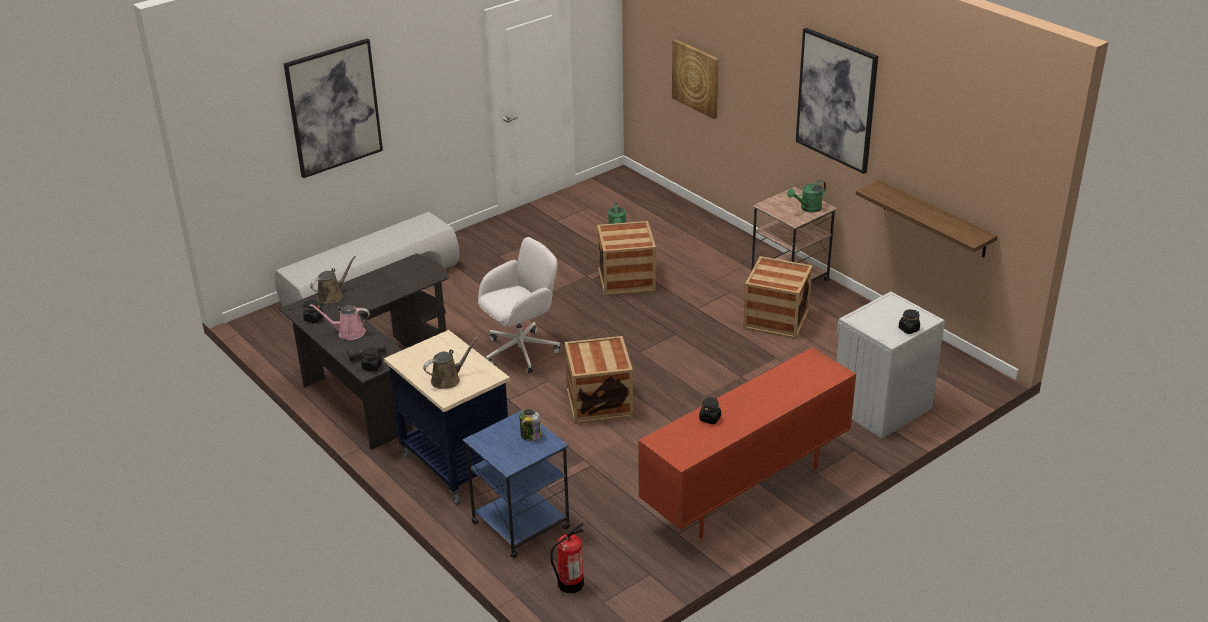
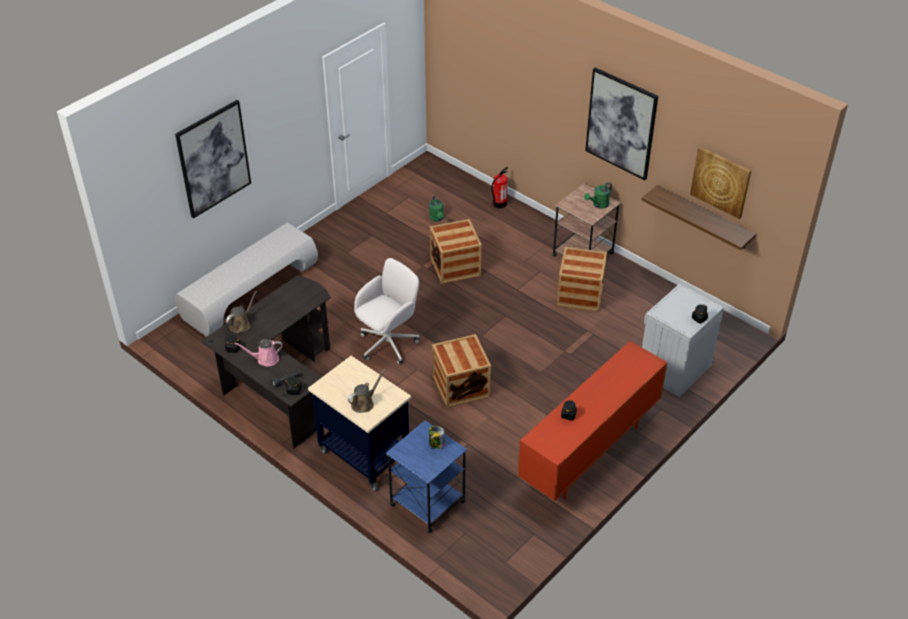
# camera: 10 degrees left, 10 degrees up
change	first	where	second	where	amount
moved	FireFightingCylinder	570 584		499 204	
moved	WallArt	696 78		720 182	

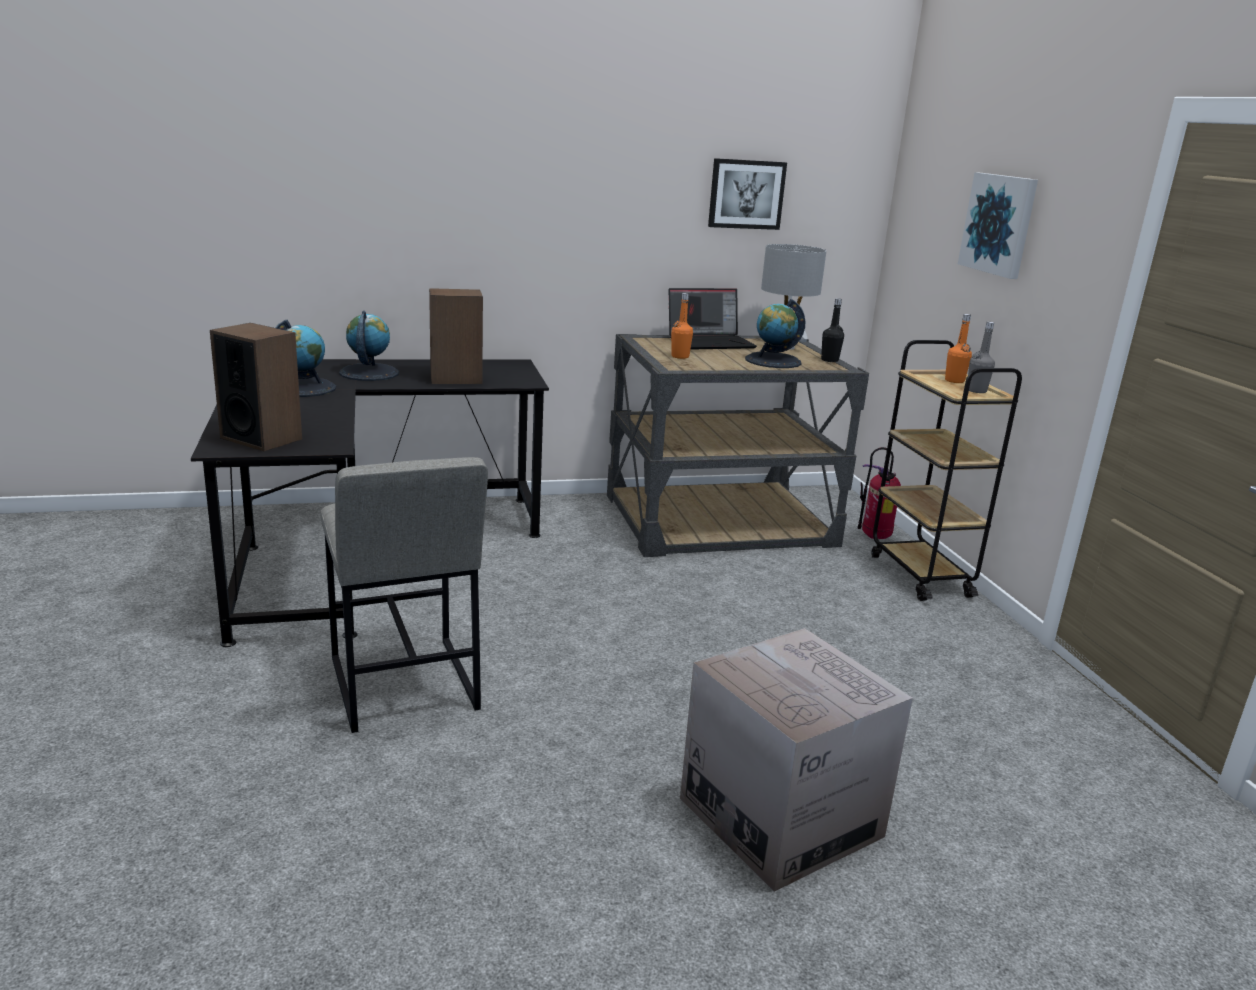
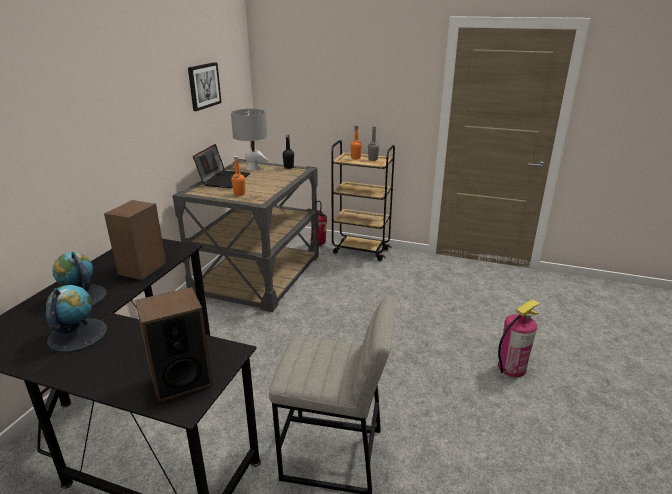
# camera: 55 degrees left, 5 degrees up
change	first	where	second	where	amount
removed	WorldGlobe	773 361			
removed	WallArt	999 224			
replaced	CardboardBox	780 817	FireFightingCylinder	511 367	

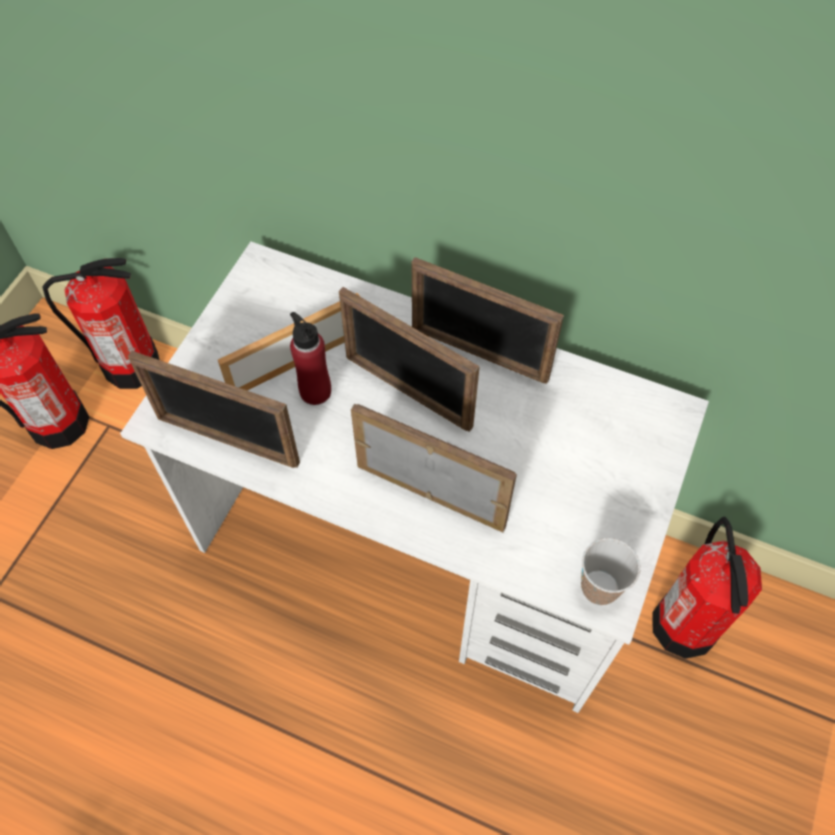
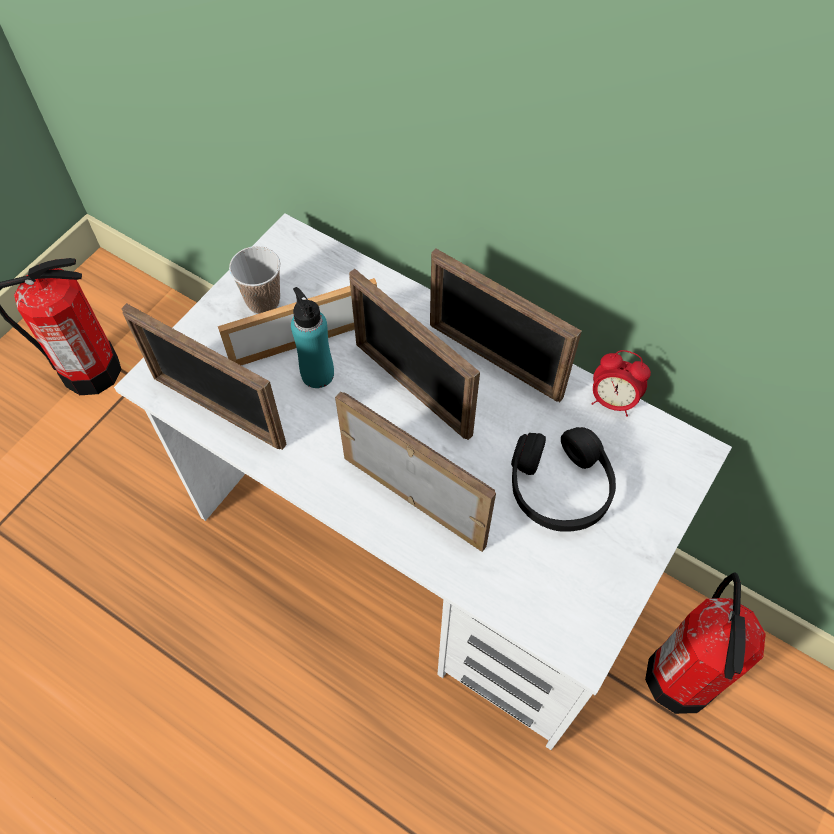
# camera: 10 degrees right, 0 degrees up
change	first	where	second	where	amount
removed	FireFightingCylinder	131 365			
added			BlackHeadset	560 487	
added			TableClock	612 401	
moved	Cup	599 587		263 301	
recoloured	RedDrinkBottle	315 391	TurquoiseDrinkBottle	317 374	

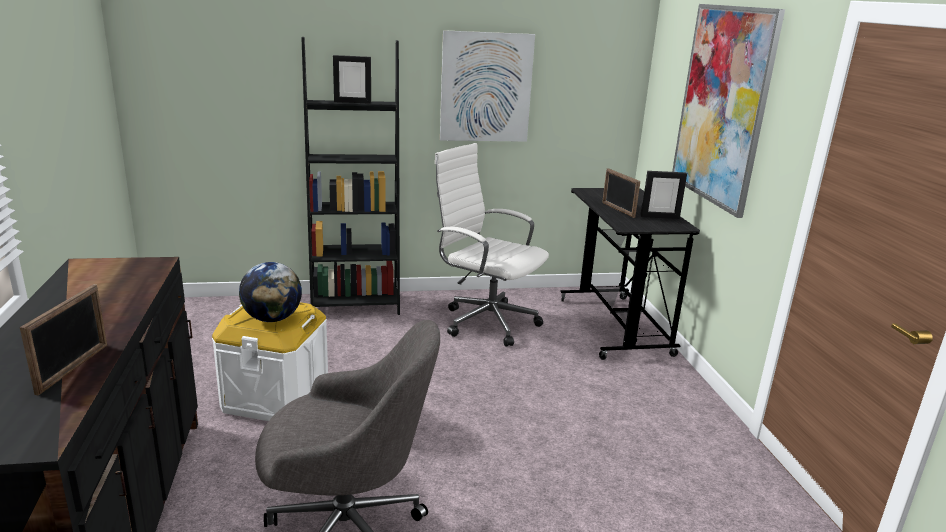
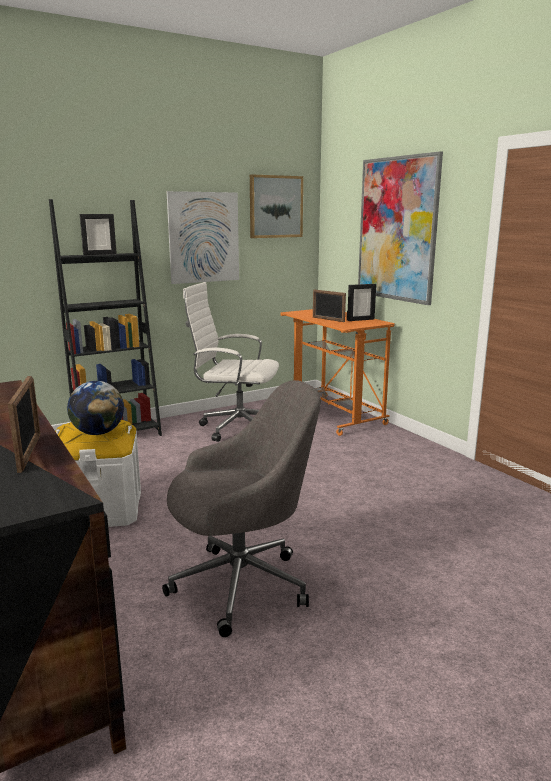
# camera: 20 degrees left, 5 degrees down
change	first	where	second	where	amount
added			WallArt	275 206	
recoloured	BlackDesk	614 326	OrangeyDesk	332 414	

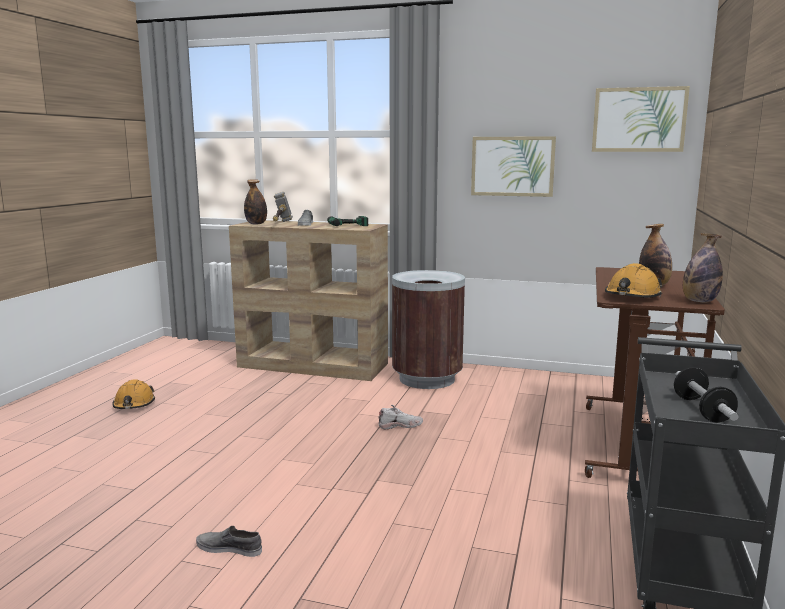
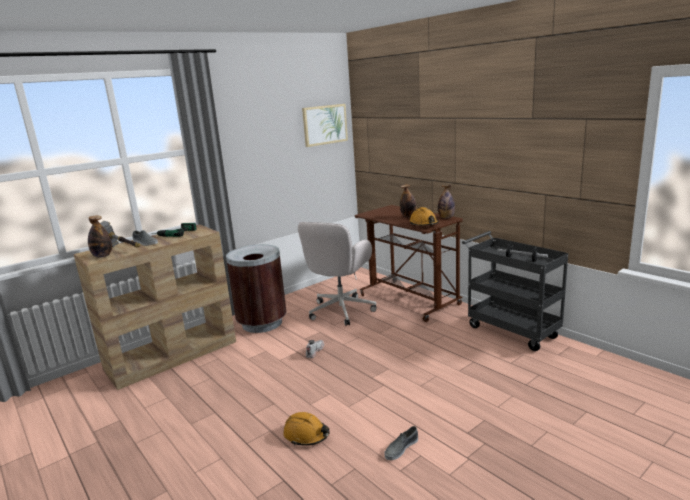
# camera: 55 degrees left, 5 degrees up
change	first	where	second	where	amount
removed	WallArt	512 166			
added			WhiteColouredDeskChair	341 310	
moved	OrangeyHardHat	134 404		306 435	

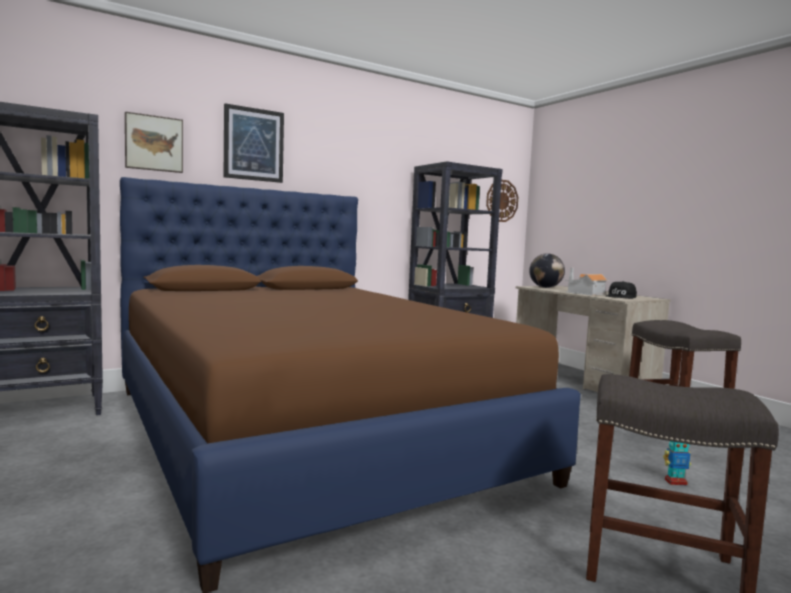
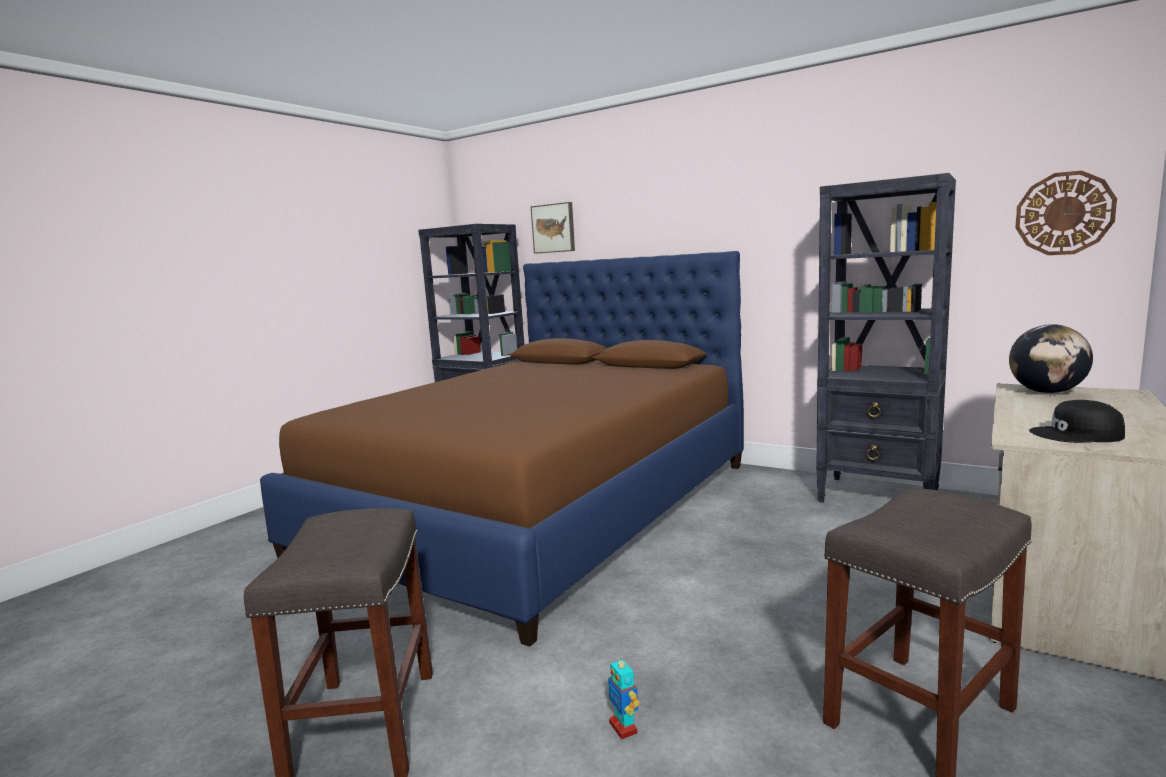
# camera: 65 degrees right, 5 degrees up
change	first	where	second	where	amount
removed	WallArt	253 144			
removed	MiniatureHouse	585 293			

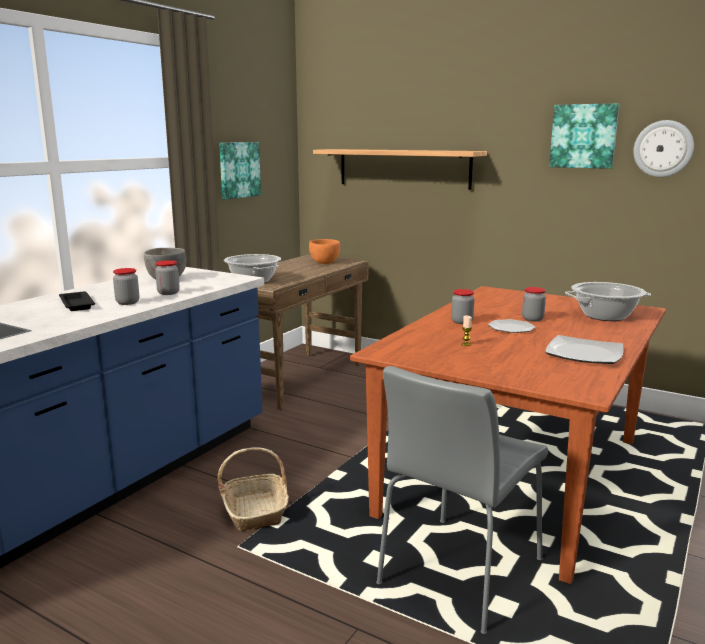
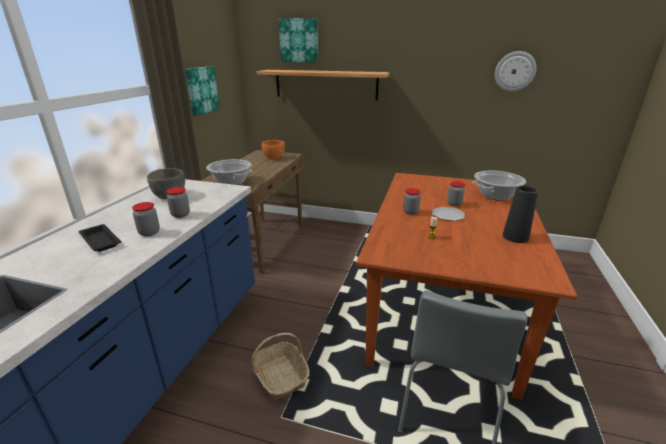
# camera: 15 degrees left, 10 degrees up
change	first	where	second	where	amount
moved	WallArt	584 136		299 40	
replaced	Plate	585 353	BlackDecorativeVase	515 237	

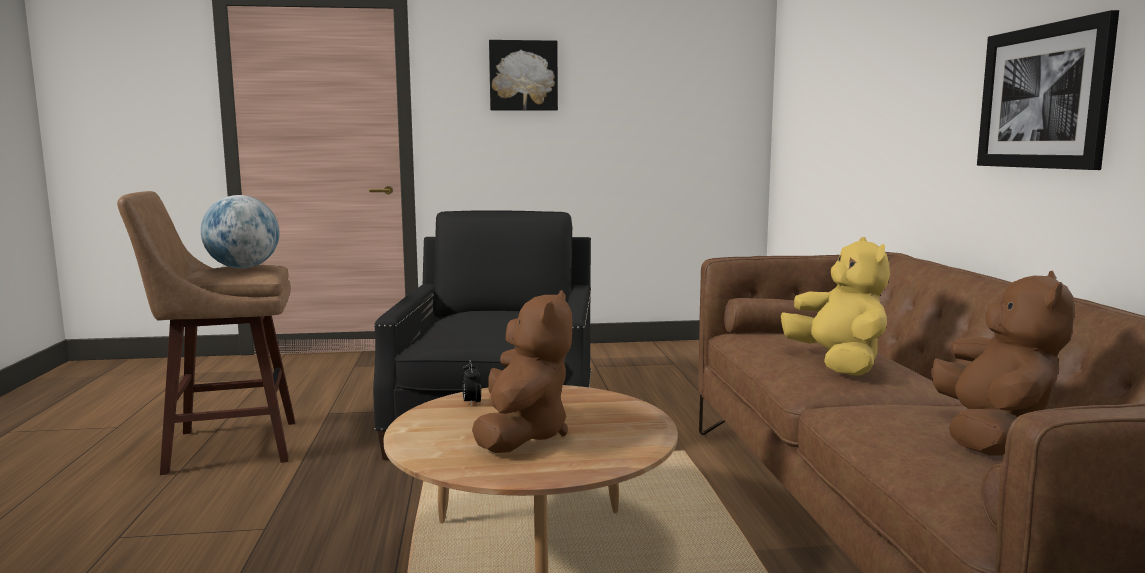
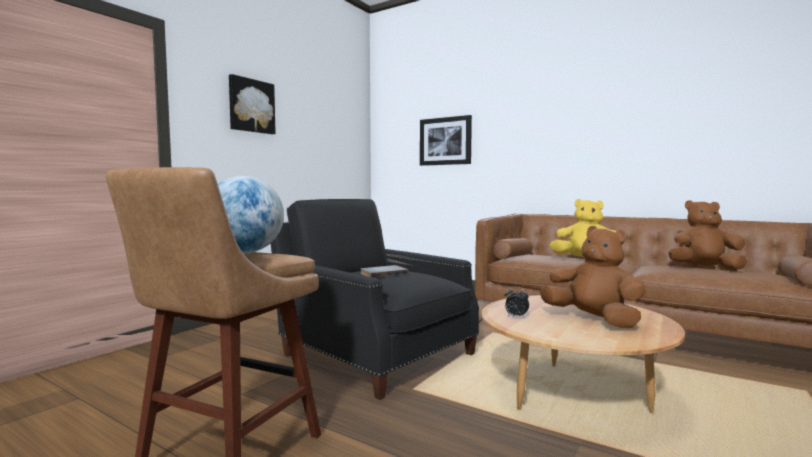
# camera: 50 degrees left, 5 degrees down
change	first	where	second	where	amount
added			GreyishBook	383 273	
moved	WallArt	1043 97		445 141	
turned	BrownCuddlyToy	991 436		704 268	45 degrees counterclockwise

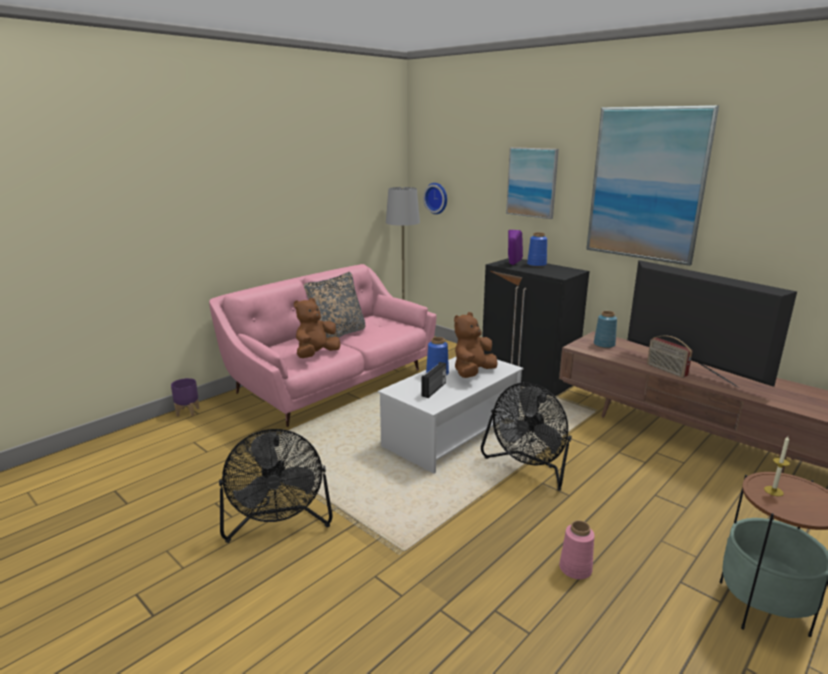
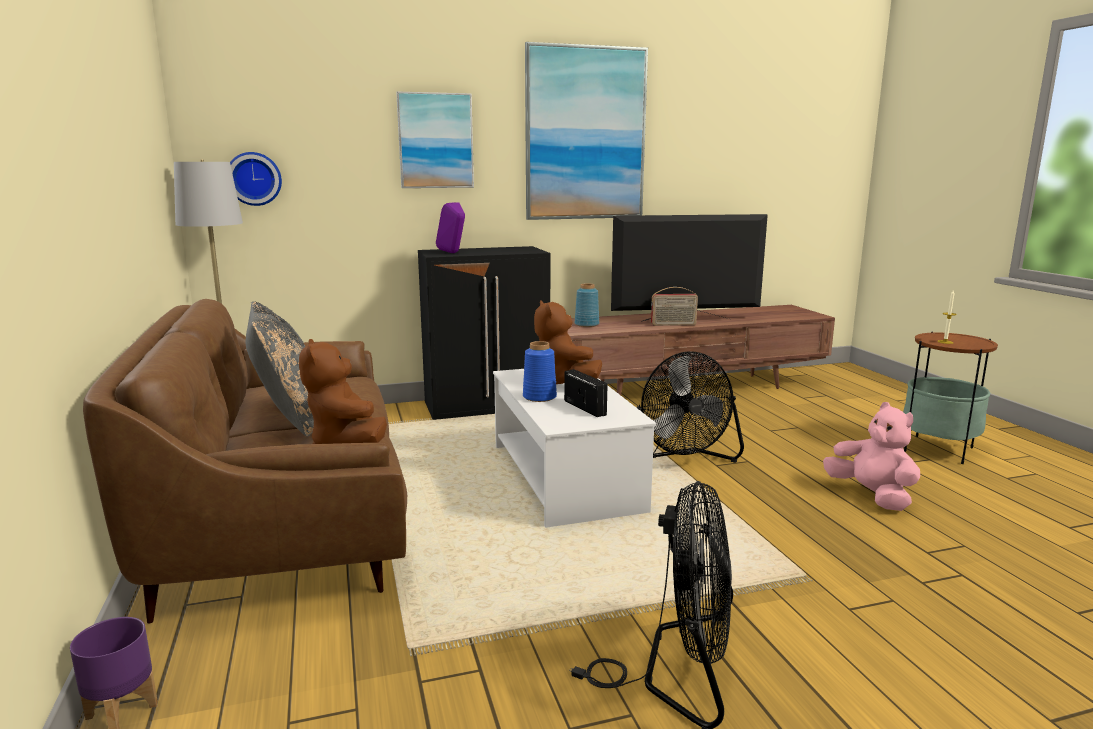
# camera: 60 degrees left, 5 degrees down
change	first	where	second	where	amount
removed	BlueDecorativeVase	536 264			
replaced	PinkDecorativeVase	575 569	PinkCuddlyToy	871 496	
recoloured	PinkSettee	331 382	BrownSettee	285 517	

